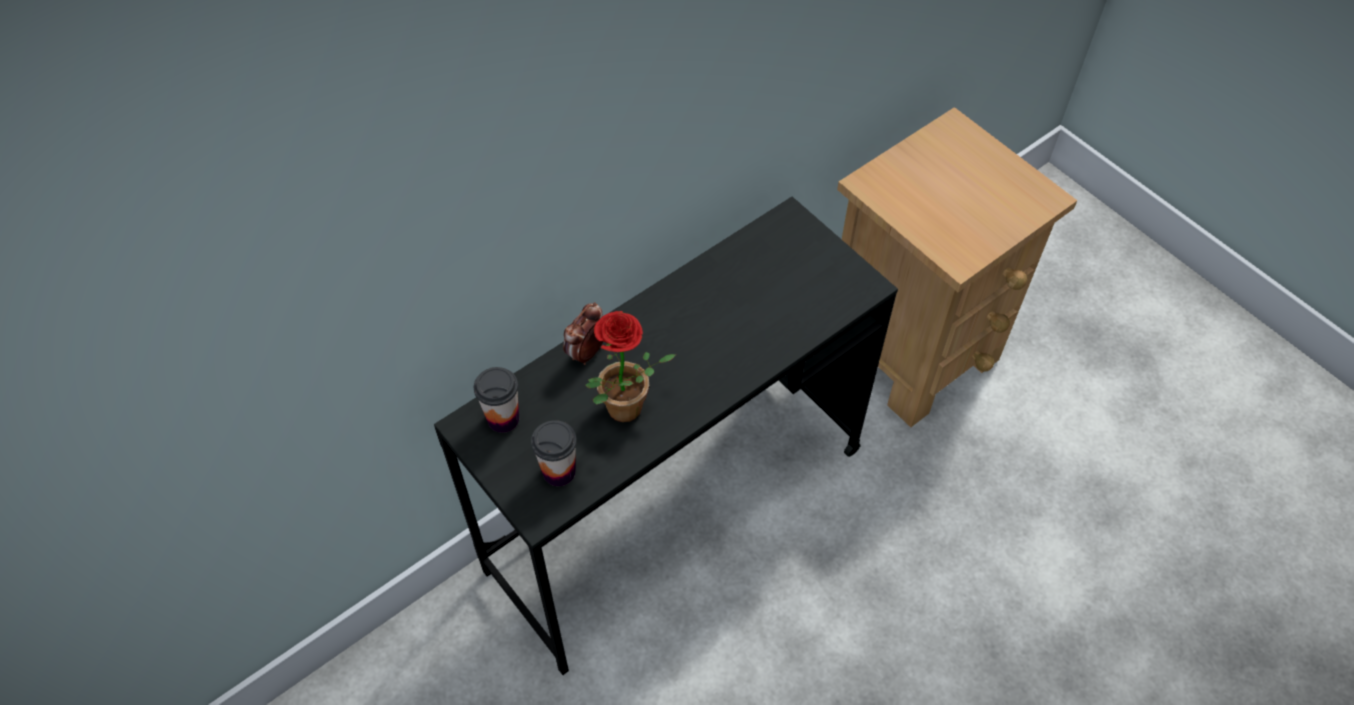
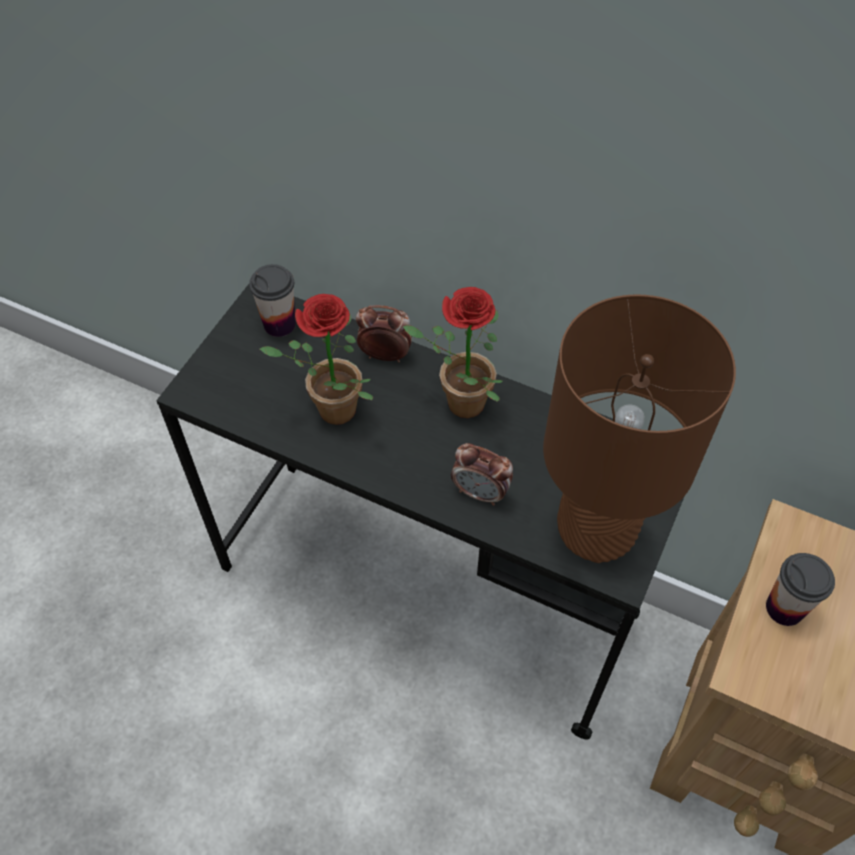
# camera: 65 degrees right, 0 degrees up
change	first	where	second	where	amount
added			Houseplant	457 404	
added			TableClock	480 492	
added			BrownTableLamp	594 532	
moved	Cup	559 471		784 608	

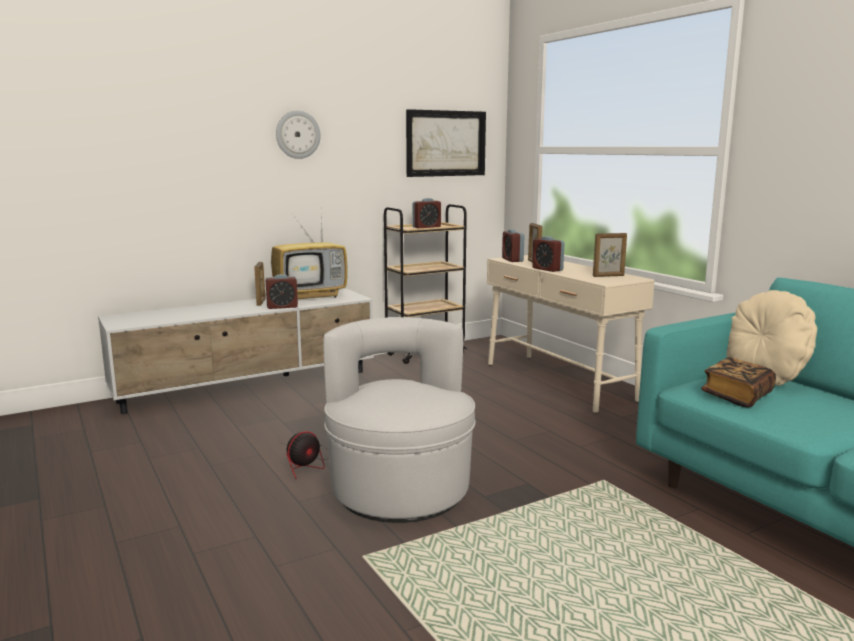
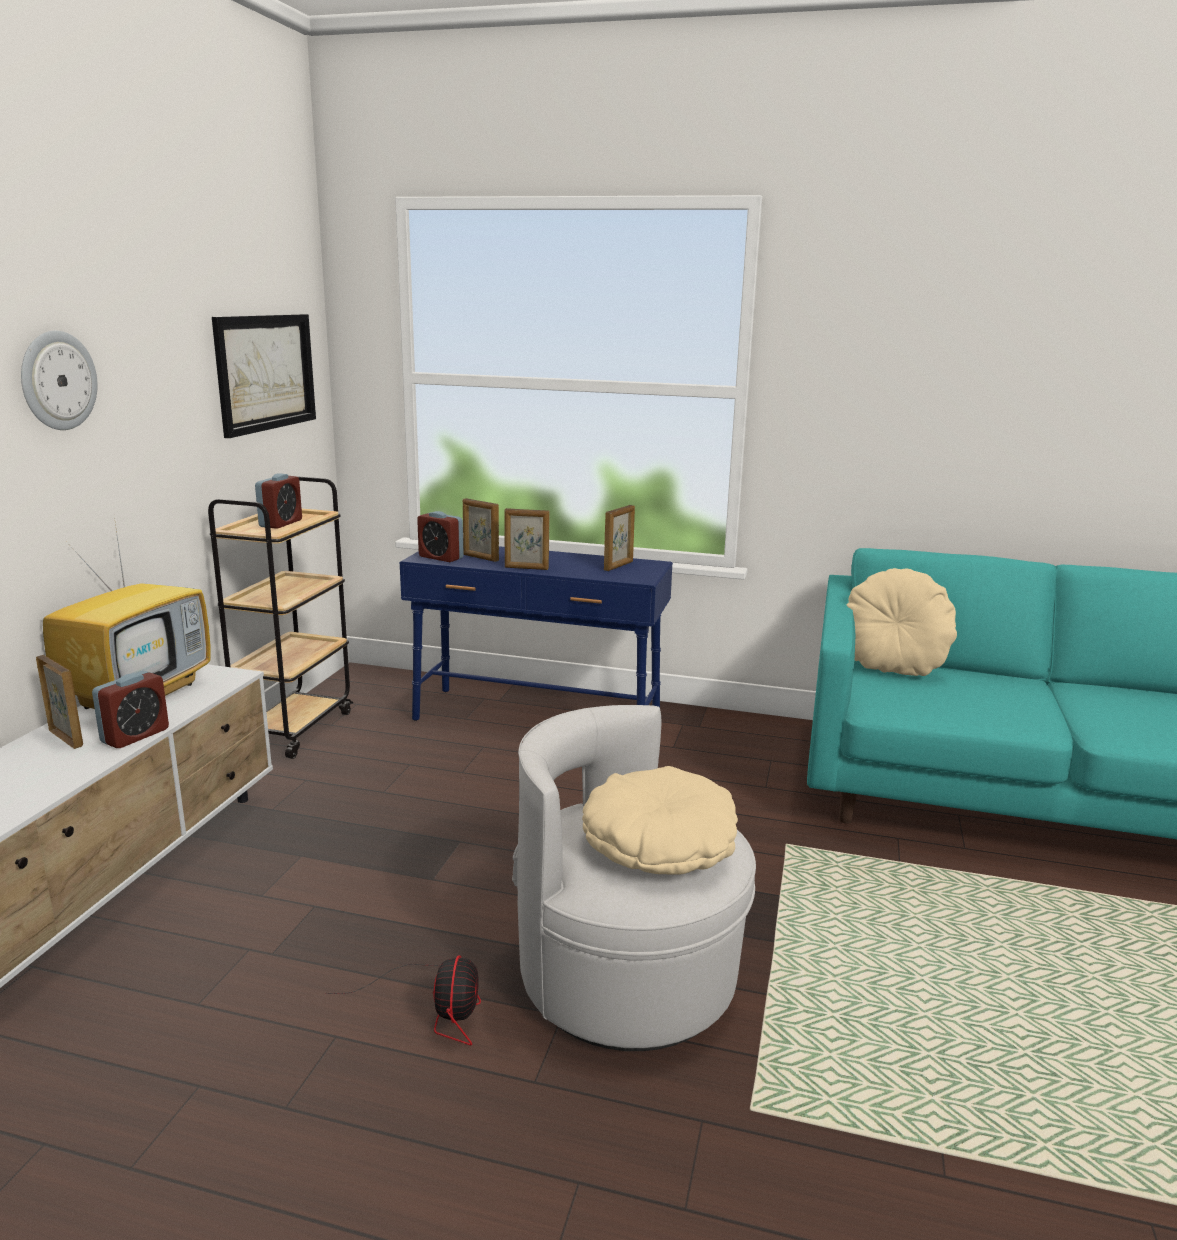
# camera: 45 degrees left, 5 degrees up
change	first	where	second	where	amount
removed	Book	737 396			
added			BeigeColouredThrowPillow	657 842	
replaced	TableClock	547 269	PictureFrame	526 568	
recoloured	BeigeColouredConsoleTable	557 382	BlueConsoleTable	536 720	

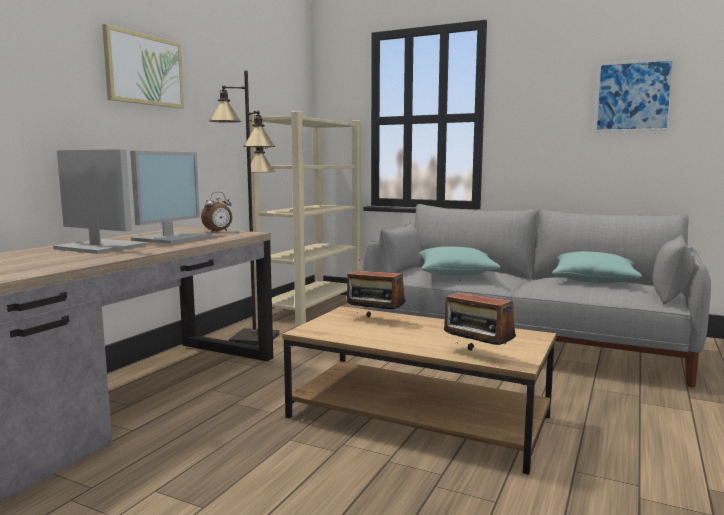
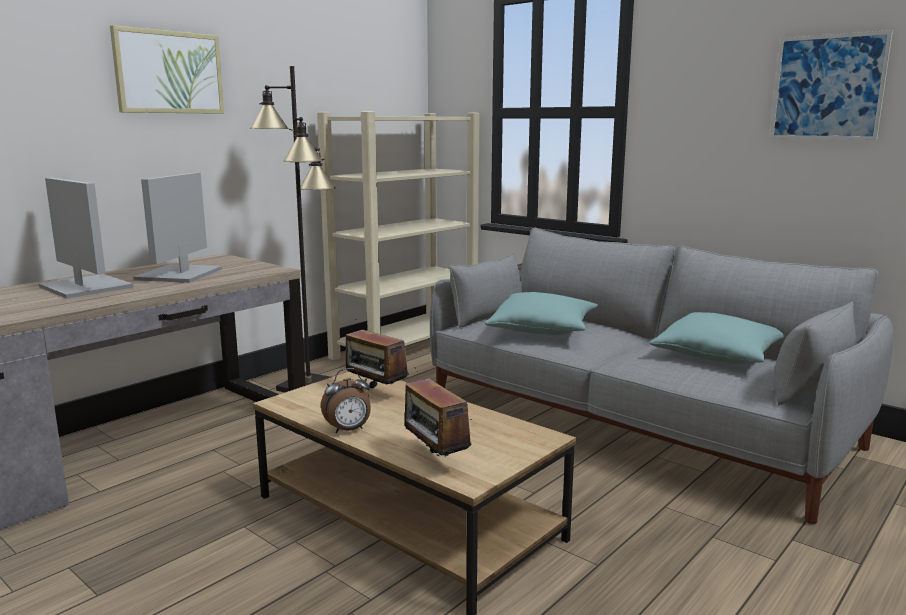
# camera: 15 degrees right, 5 degrees up
change	first	where	second	where	amount
moved	TableClock	218 231		348 430	
turned	Monitor	172 238		179 275	150 degrees clockwise

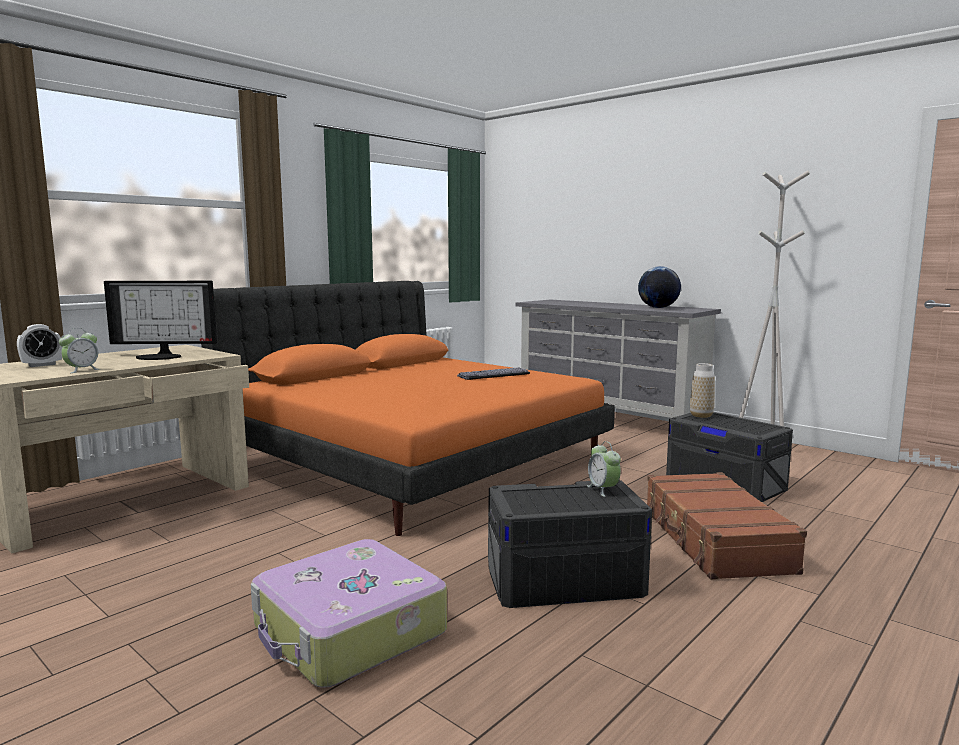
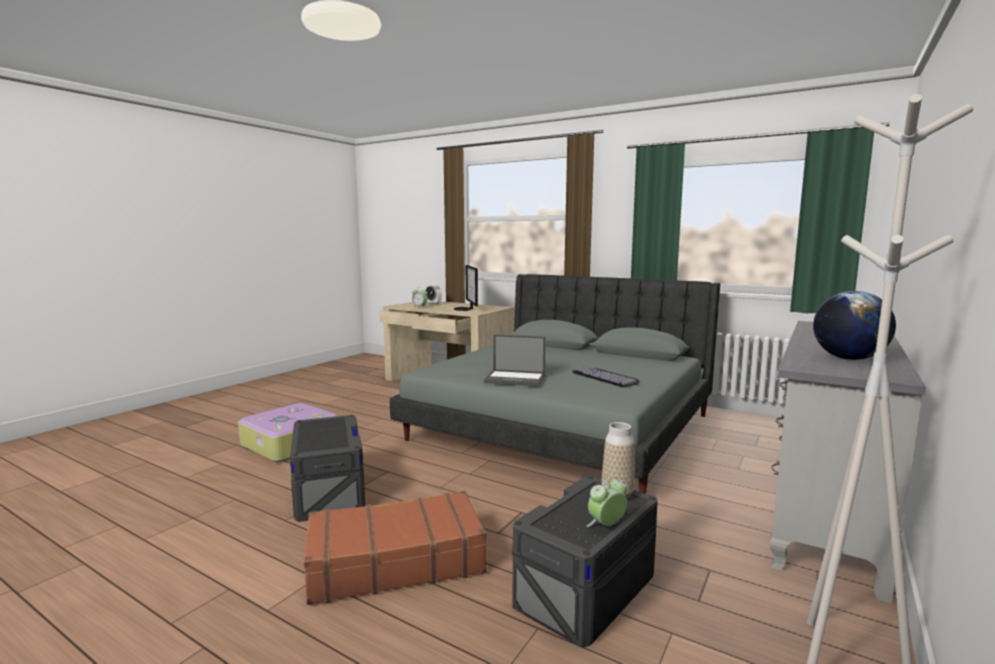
# camera: 80 degrees right, 0 degrees up
change	first	where	second	where	amount
added			NotebookComputer	516 379	
moved	TableClock	603 490		606 525	
recoloured	OrangeyBedroomBed	413 458	GreyishBedroomBed	564 427	

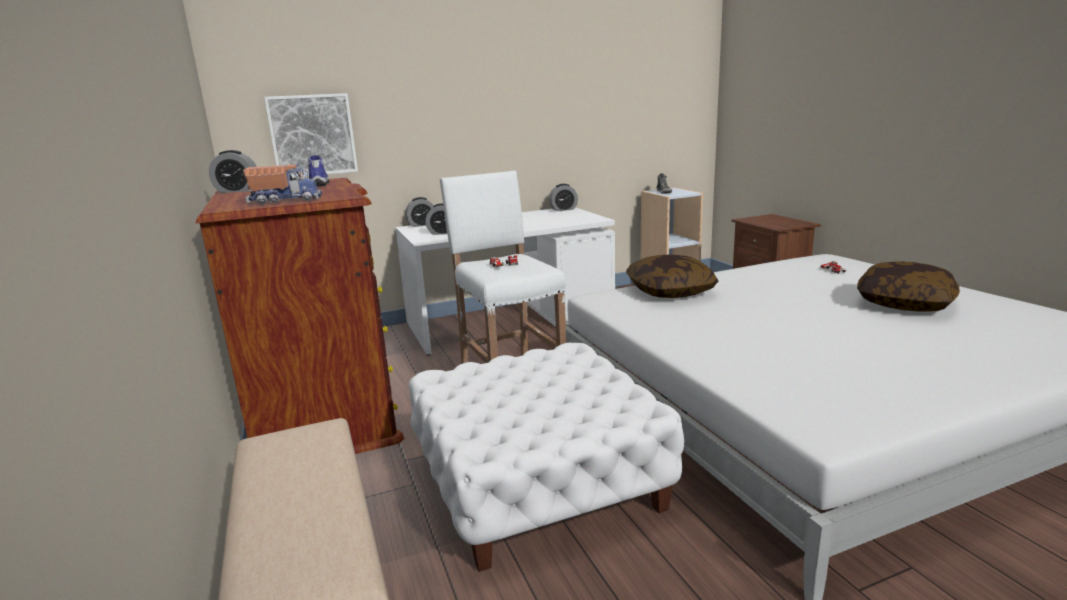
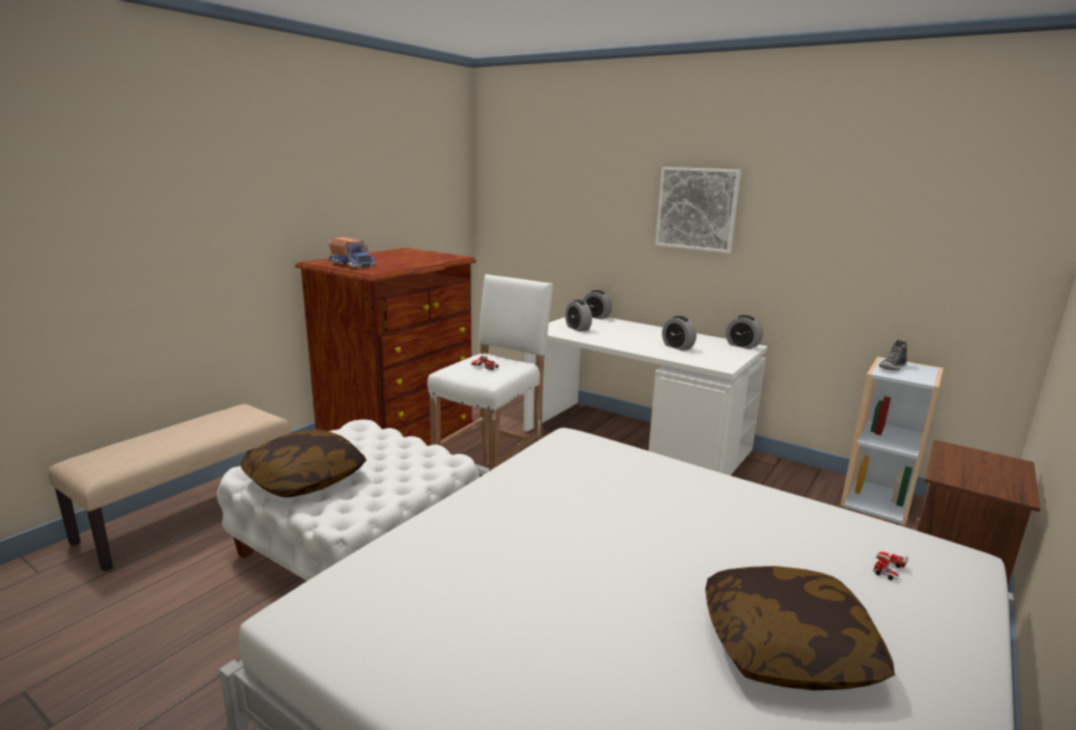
# camera: 55 degrees right, 0 degrees up
change	first	where	second	where	amount
removed	LowShoe	320 184			
moved	TableClock	237 191		677 347	
moved	WallArt	312 135		697 209	
moved	ThrowPillow	670 291		305 480	

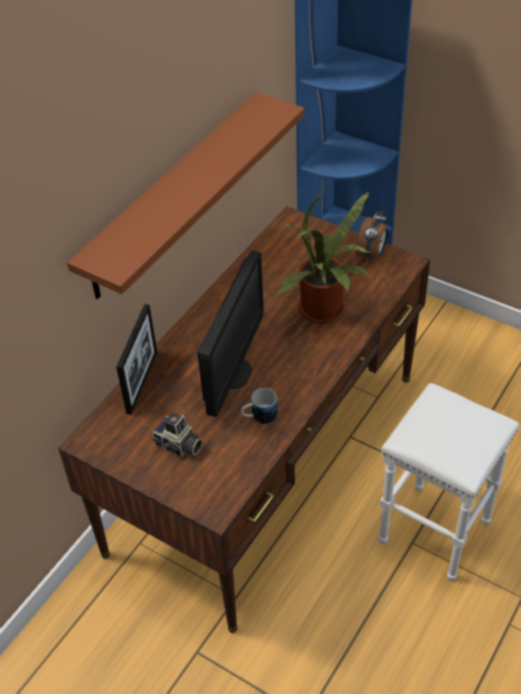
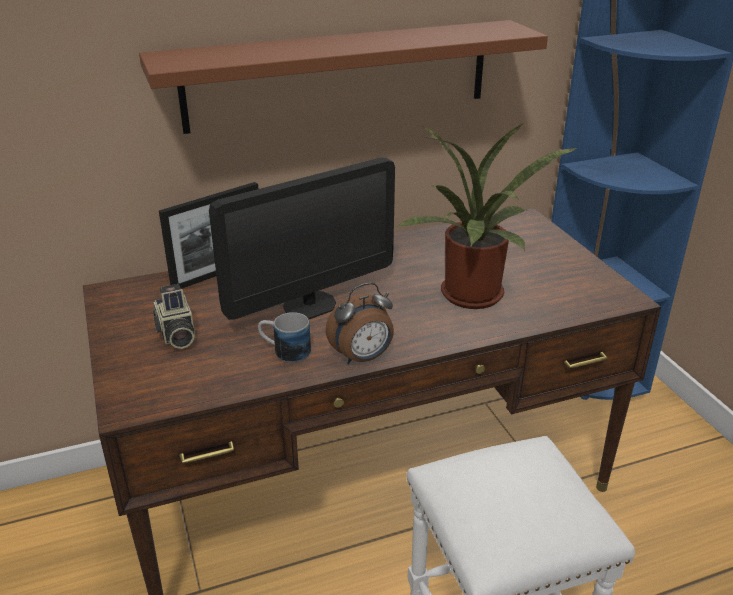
# camera: 35 degrees right, 15 degrees down
change	first	where	second	where	amount
moved	TableClock	372 254		362 358	

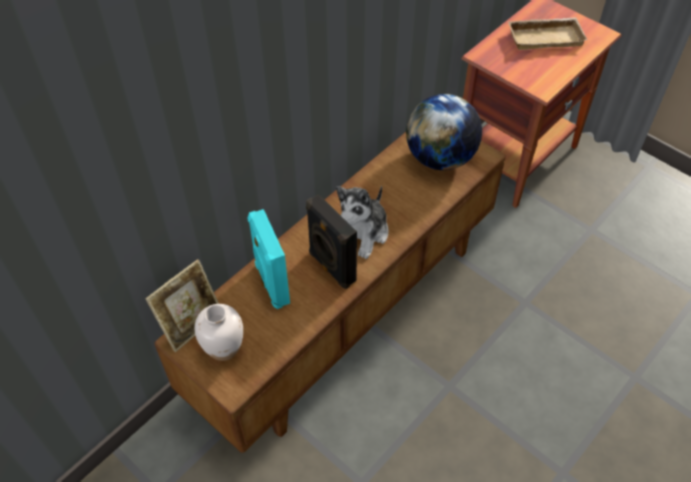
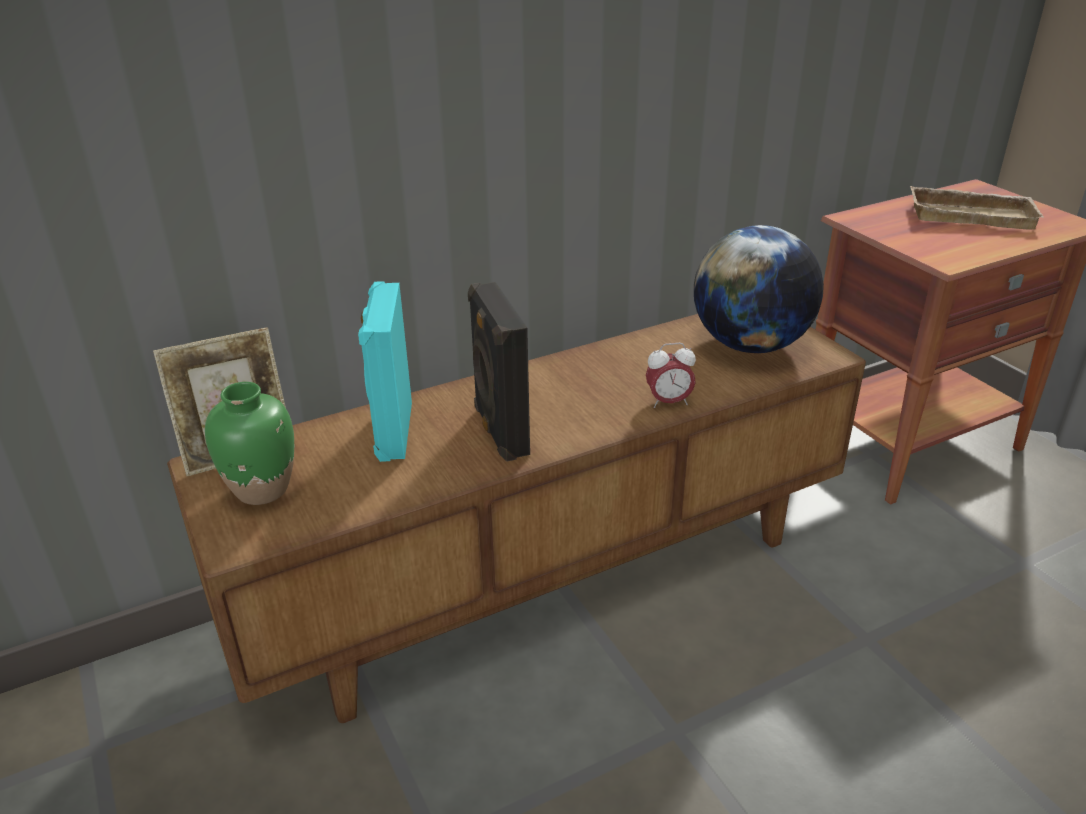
# camera: 20 degrees right, 20 degrees down
change	first	where	second	where	amount
removed	CuddlyToy	363 233			
added			TableClock	668 402	
recoloured	WhiteColouredDecorativeVase	224 348	GreenDecorativeVase	262 489	

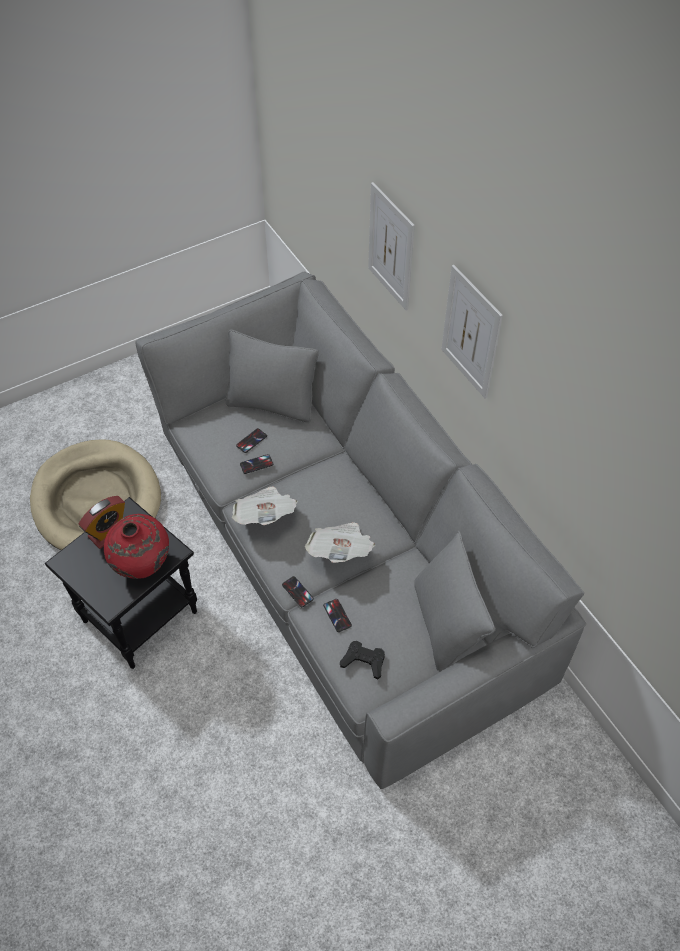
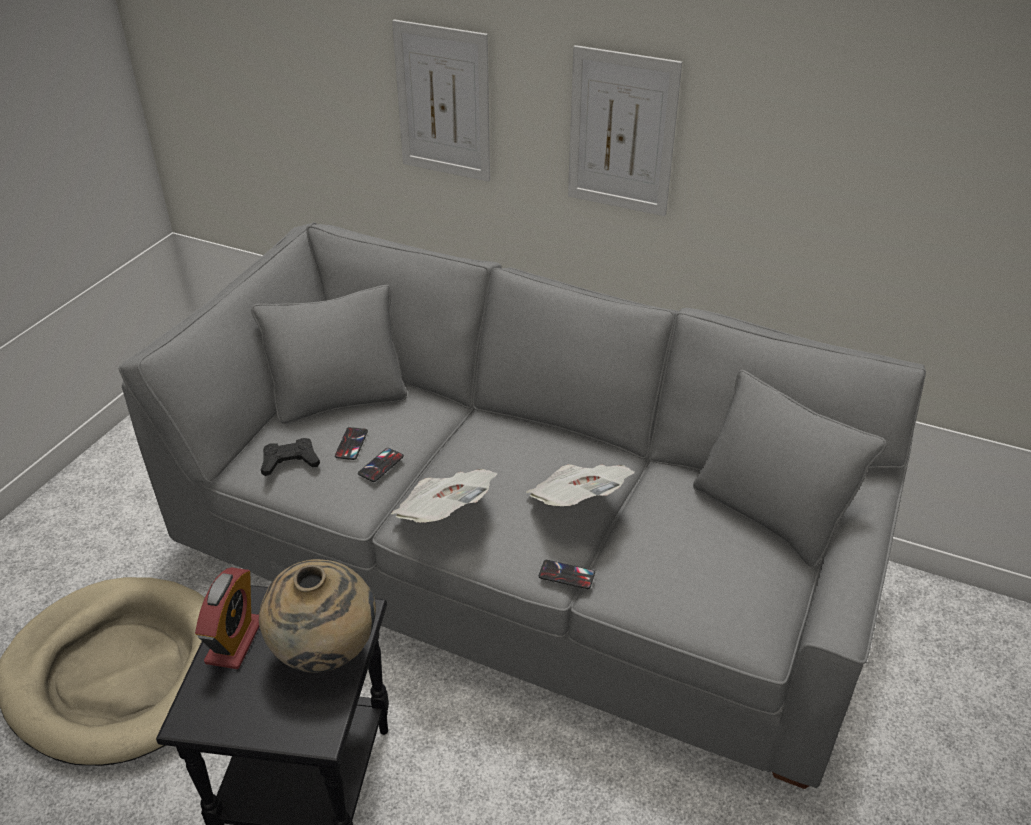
# camera: 35 degrees left, 15 degrees down
change	first	where	second	where	amount
removed	Handset	337 615			
moved	BlackJoypad	364 661		290 461	
recoloured	RedDecorativeVase	143 565	BeigeColouredDecorativeVase	326 654	

